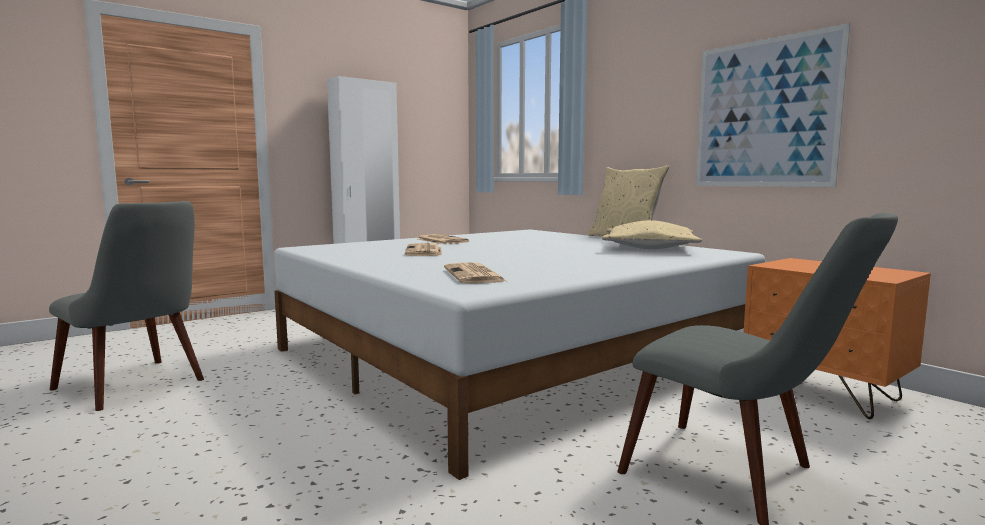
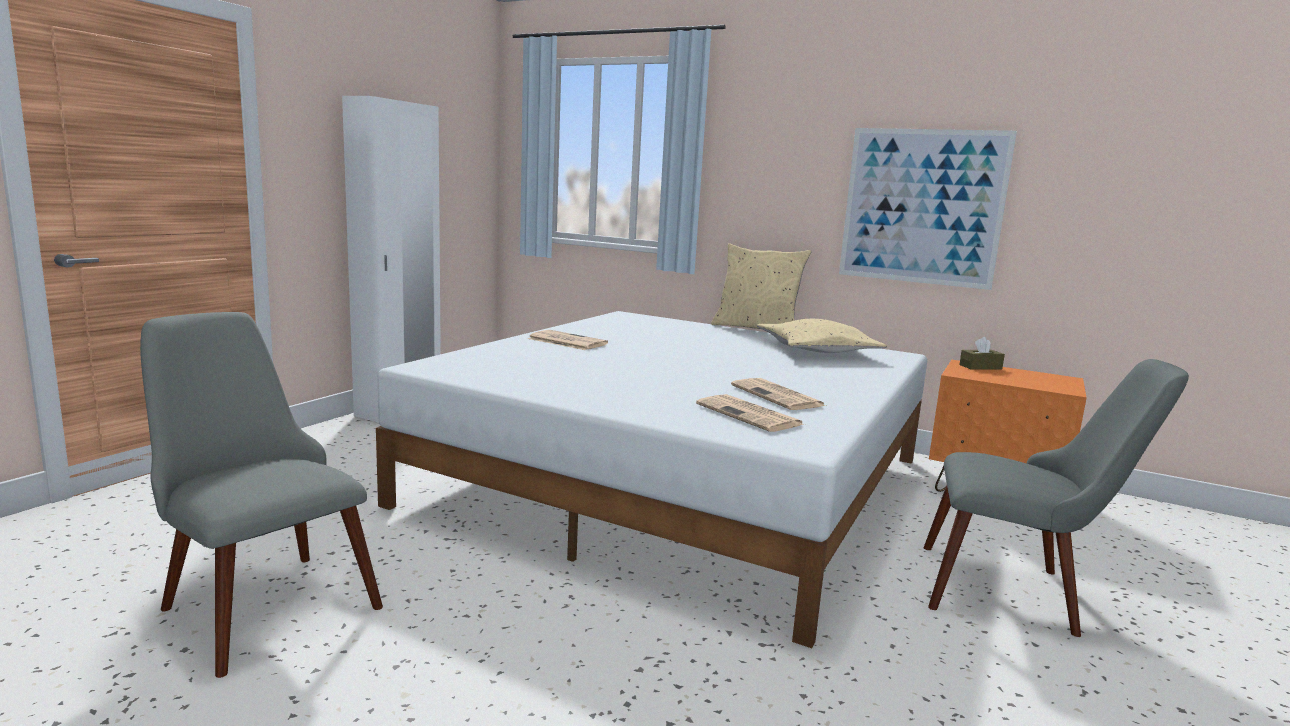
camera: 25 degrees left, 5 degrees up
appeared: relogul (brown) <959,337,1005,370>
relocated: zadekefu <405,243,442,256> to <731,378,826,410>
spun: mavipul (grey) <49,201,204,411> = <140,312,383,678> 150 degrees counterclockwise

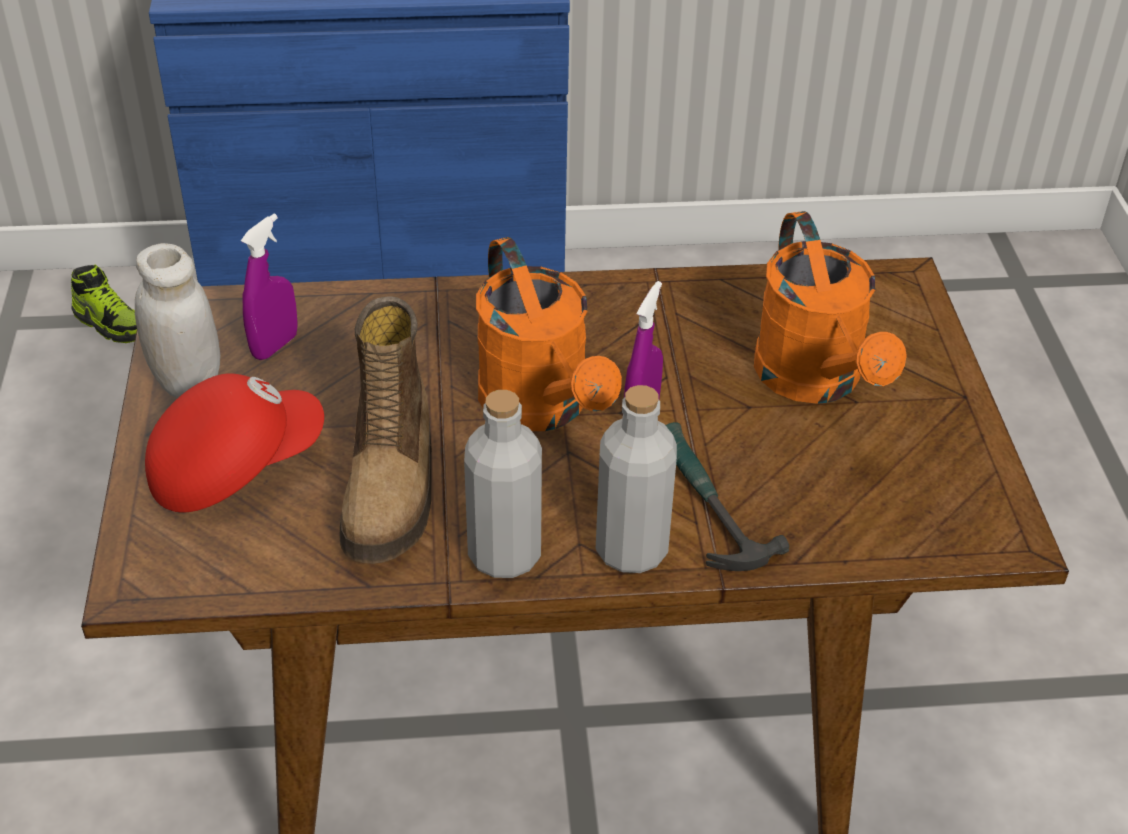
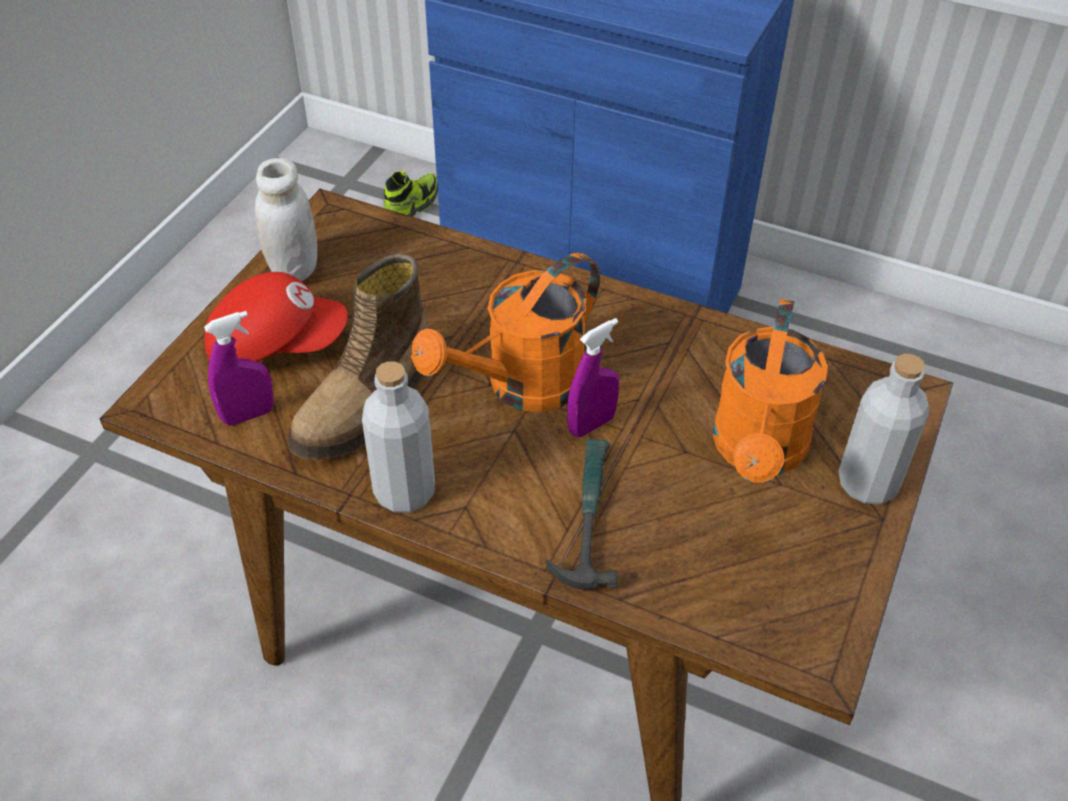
camera: 30 degrees right, 5 degrees up
relocated: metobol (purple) <241,214,298,360> to <204,311,274,426>; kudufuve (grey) <596,385,677,573> to <839,354,929,504>
spun: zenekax <71,264,137,343> = <383,171,438,217> 120 degrees counterclockwise; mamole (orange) <476,237,622,431> = <411,253,600,412> 45 degrees clockwise

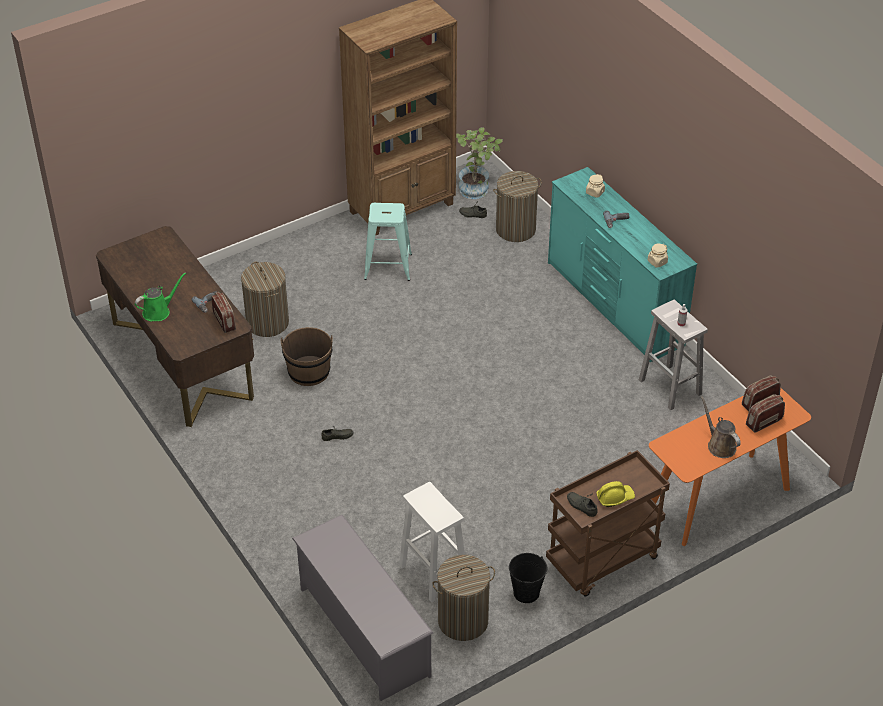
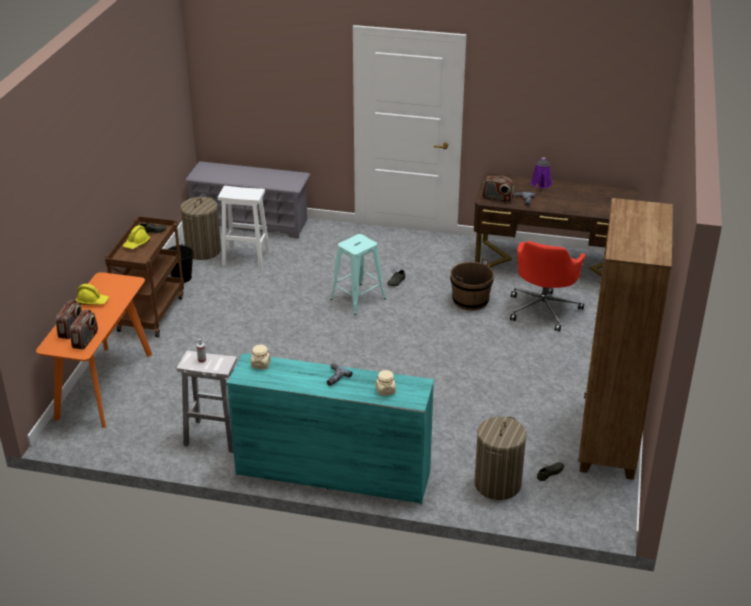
camera: 135 degrees right, 10 degrees down
missing: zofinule <456,127,503,199>
relocated: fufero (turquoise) <364,203,412,281> to <330,234,386,315>
exchanged: mamole (brown) <701,396,741,458> to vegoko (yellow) <76,284,109,305>; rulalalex <241,262,289,337> to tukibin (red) <510,241,586,331>
colour: mamole (green) <135,272,186,322> to mamole (purple) <531,157,552,188>

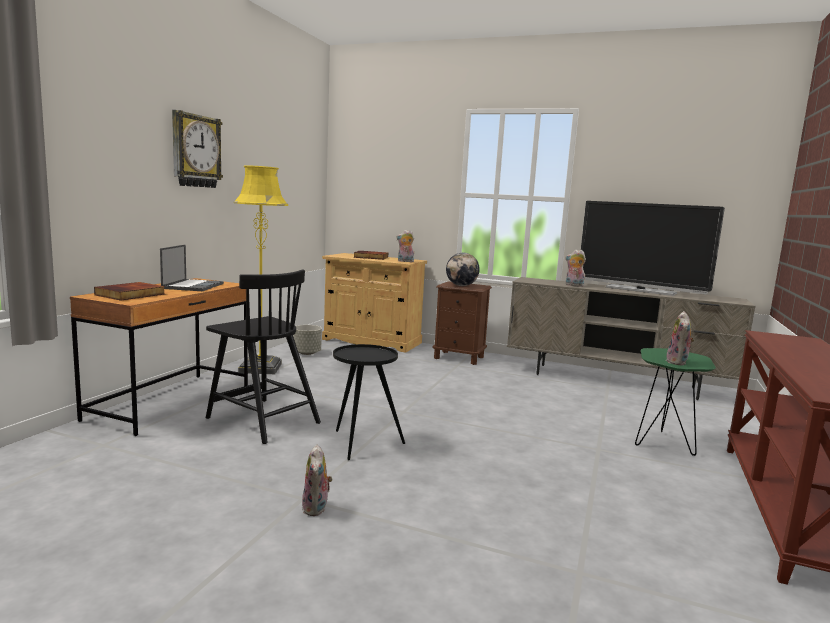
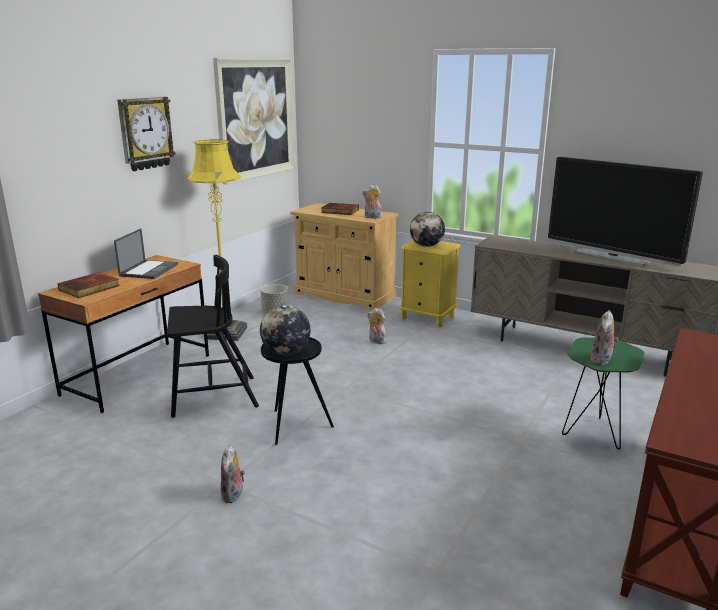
camera: 10 degrees right, 10 degrees up
appeared: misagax <213,58,295,185>; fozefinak <260,305,311,356>
relocated: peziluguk <565,250,586,287> to <367,308,387,344>
colour: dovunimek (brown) <433,281,492,365> to dovunimek (yellow) <399,240,461,327>
spun: mavipul (black) <206,270,321,444> = <167,255,259,418> 60 degrees counterclockwise

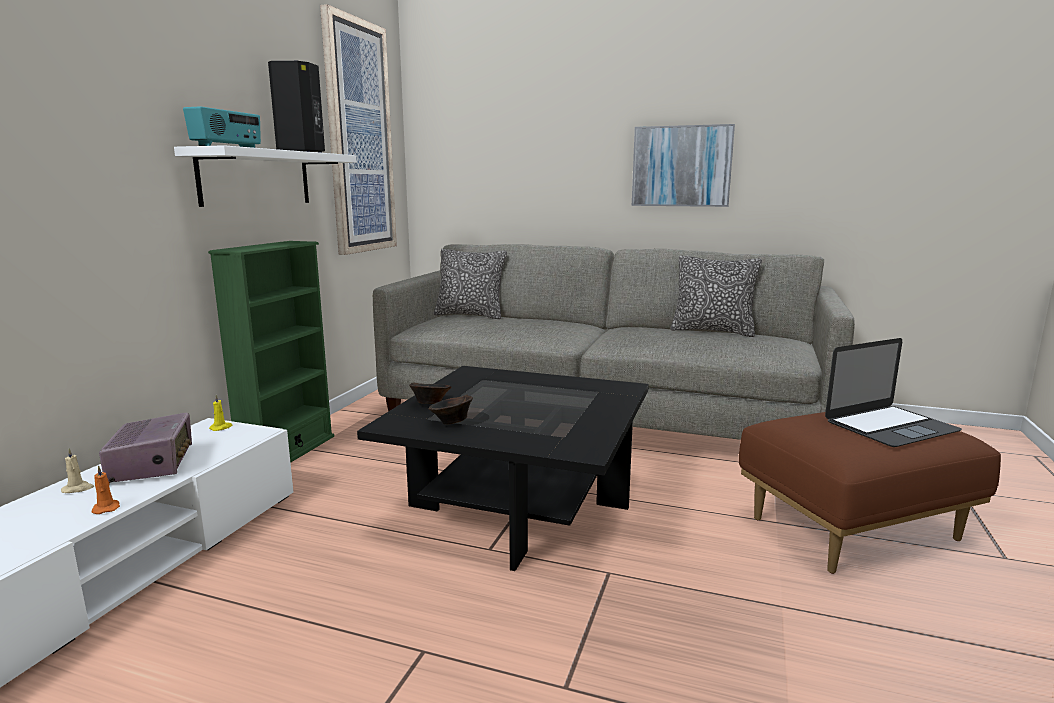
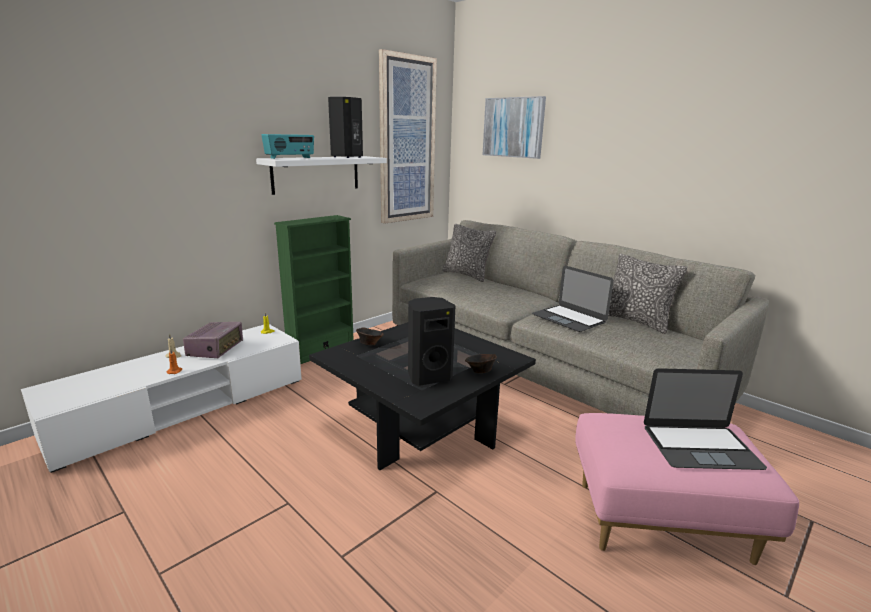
camera: 25 degrees right, 5 degrees up
appeared: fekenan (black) <408,297,455,386>; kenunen <532,265,614,332>
relocated: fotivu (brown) <429,395,473,425> to <465,354,497,373>; misagax <632,124,735,207> to <483,96,546,159>
colour: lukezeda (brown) <739,412,1001,574> to lukezeda (pink) <575,413,799,565>

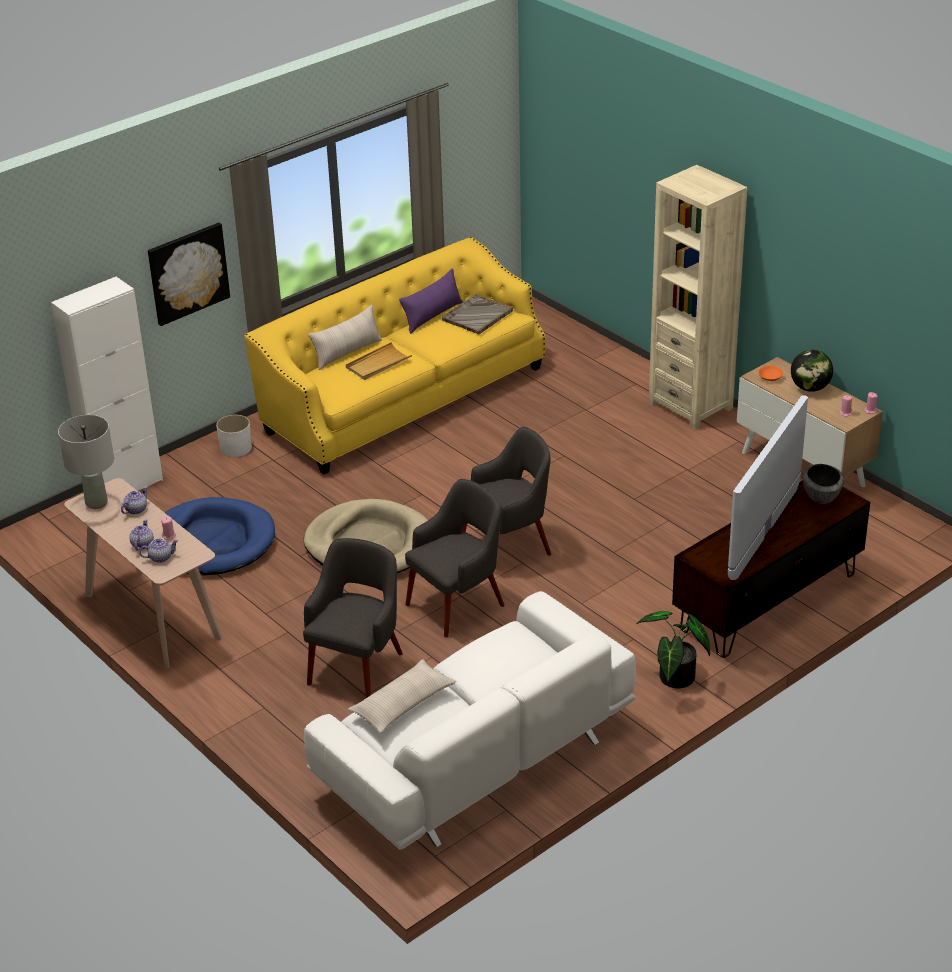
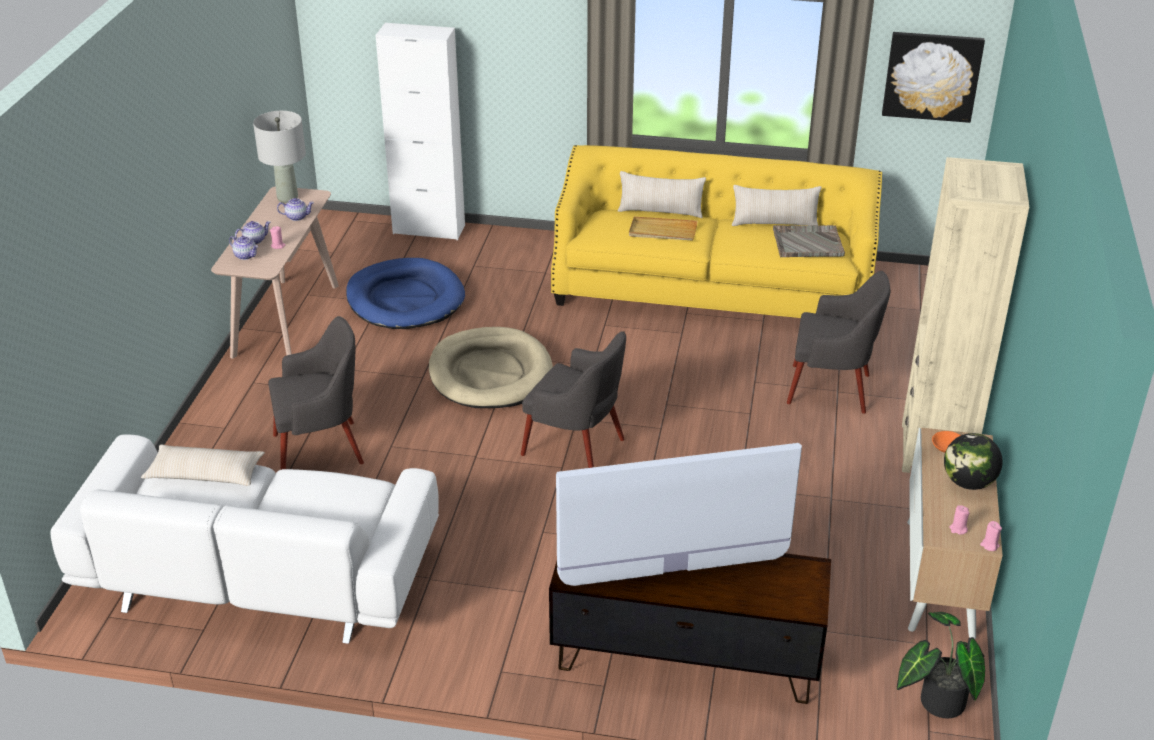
camera: 50 degrees right, 0 degrees up
missing: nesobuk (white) <216,415,252,457>; fotivu <803,464,844,504>
relocated: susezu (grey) <405,479,505,638> to <787,271,891,414>; misagax <148,223,230,326> to <882,32,985,123>; zofinule <636,611,710,688> to <897,612,985,718>
colour: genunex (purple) <399,268,463,334> to genunex (beige) <732,185,822,226>

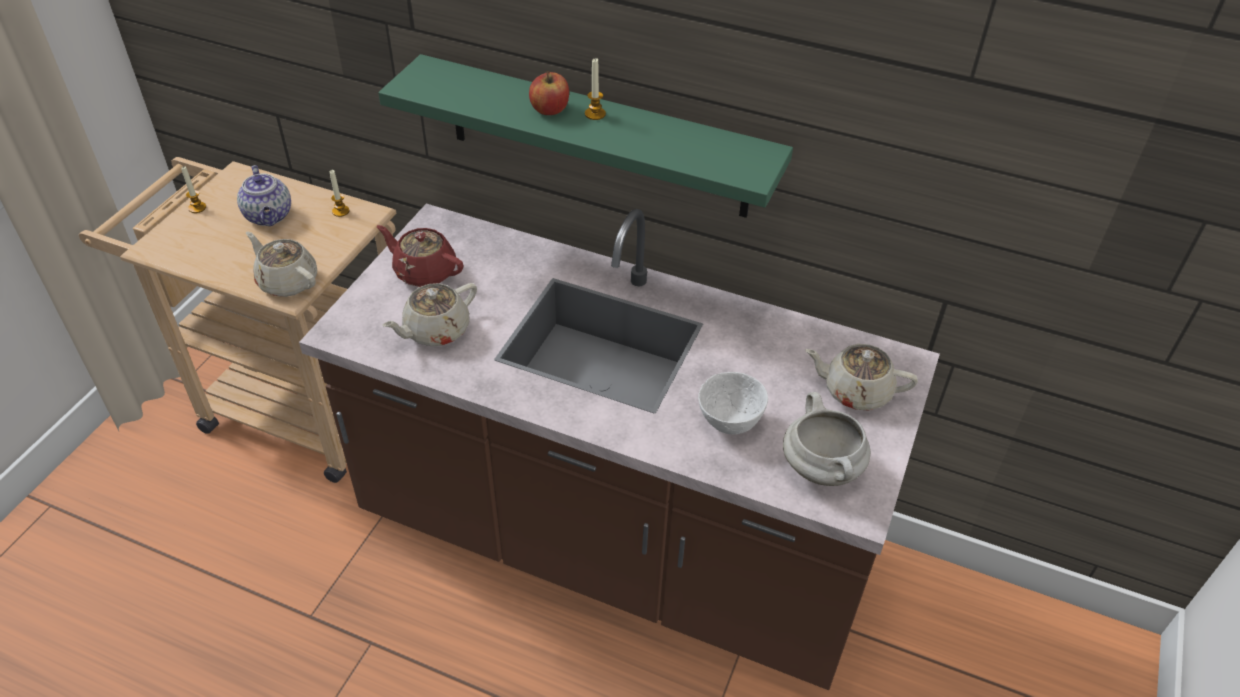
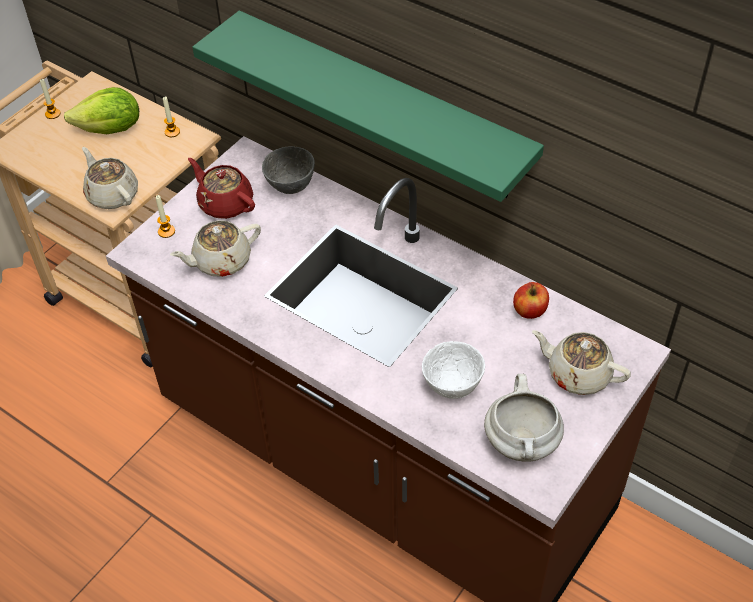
camera: 15 degrees right, 5 degrees up
appeared: fotivu (grey) <262,146,315,194>
relocated: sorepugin <585,58,606,120> to <156,195,175,238>; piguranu <529,71,569,115> to <513,282,549,319>
exchanged: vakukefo <237,165,291,226> to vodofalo <64,87,139,134>

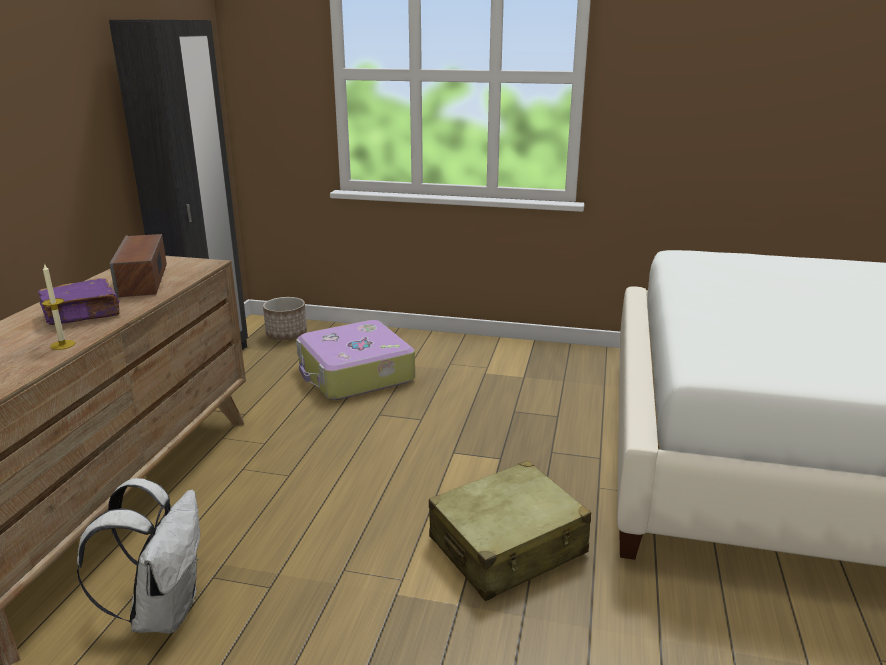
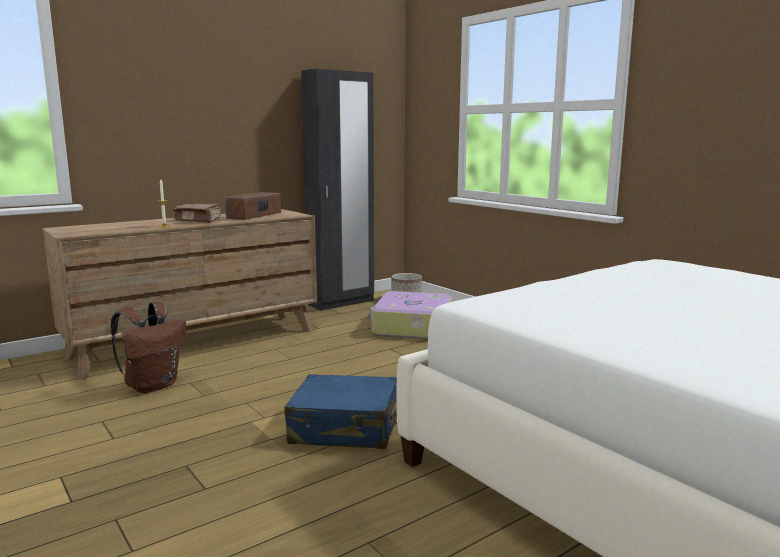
camera: 40 degrees right, 10 degrees down
colour: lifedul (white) <77,478,200,633> to lifedul (brown) <111,301,186,393>; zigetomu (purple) <38,278,120,325> to zigetomu (brown) <173,204,220,223>; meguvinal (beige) <429,460,591,601> to meguvinal (blue) <284,374,397,449>

